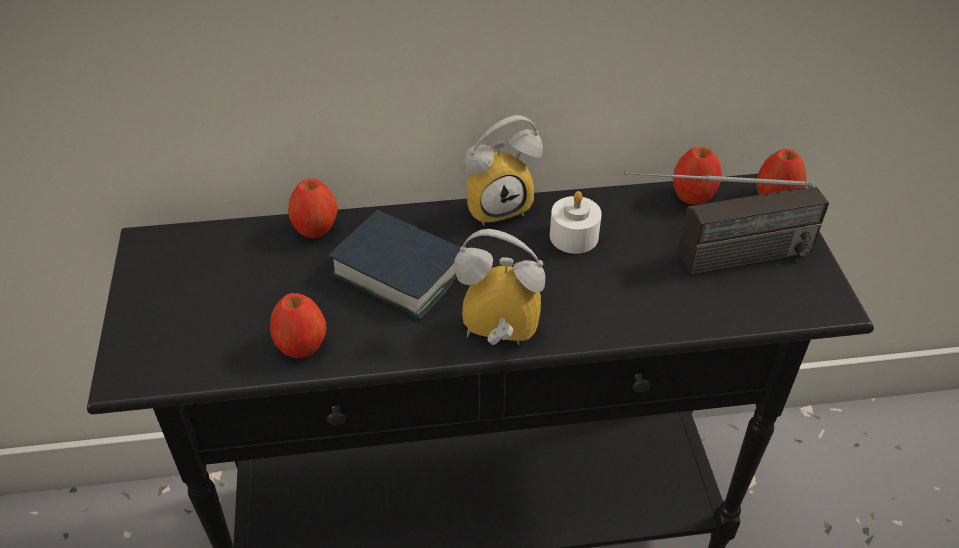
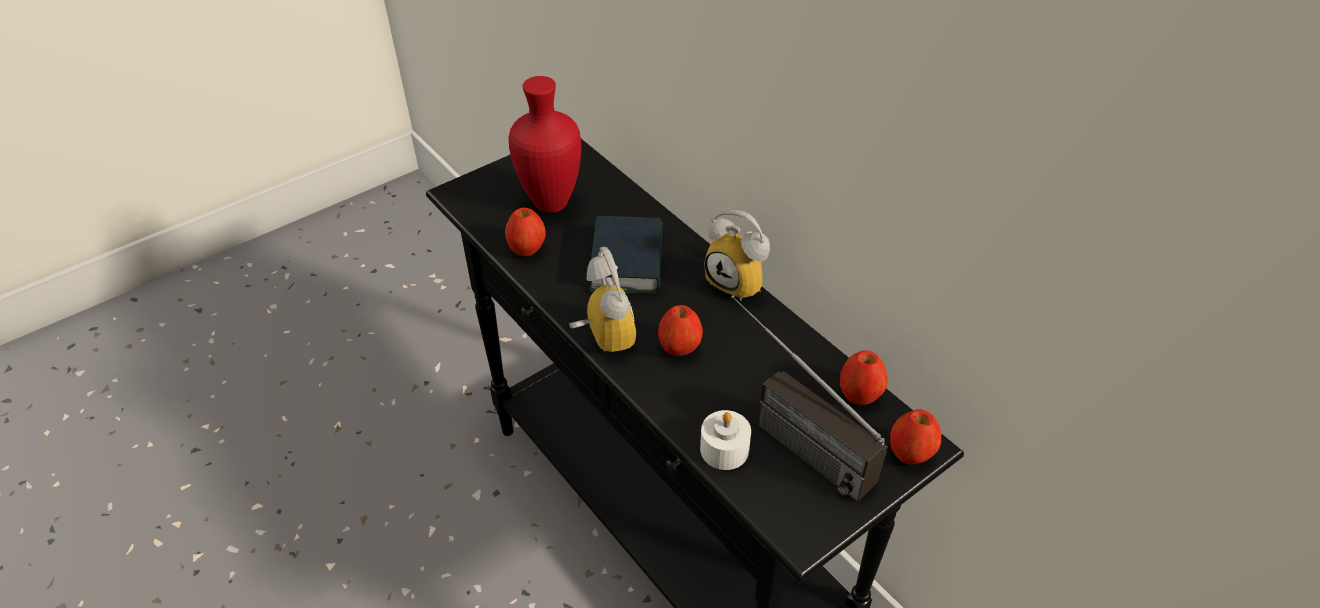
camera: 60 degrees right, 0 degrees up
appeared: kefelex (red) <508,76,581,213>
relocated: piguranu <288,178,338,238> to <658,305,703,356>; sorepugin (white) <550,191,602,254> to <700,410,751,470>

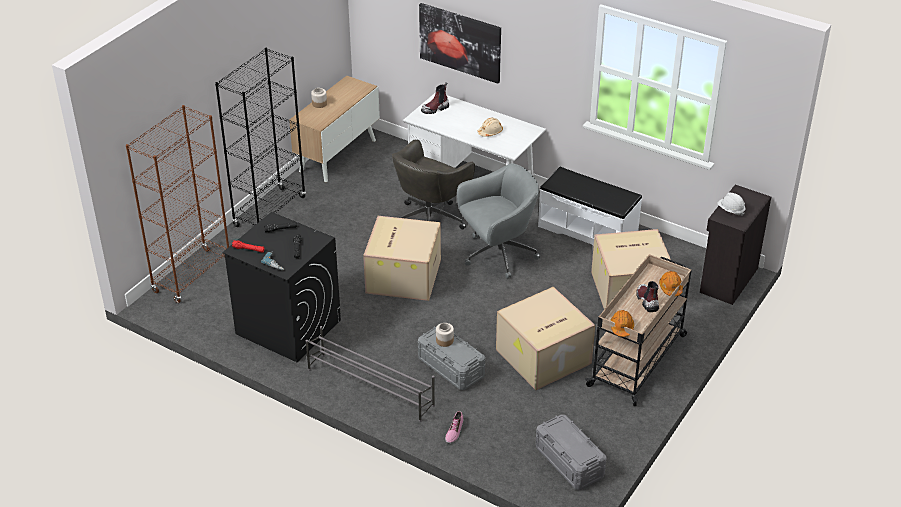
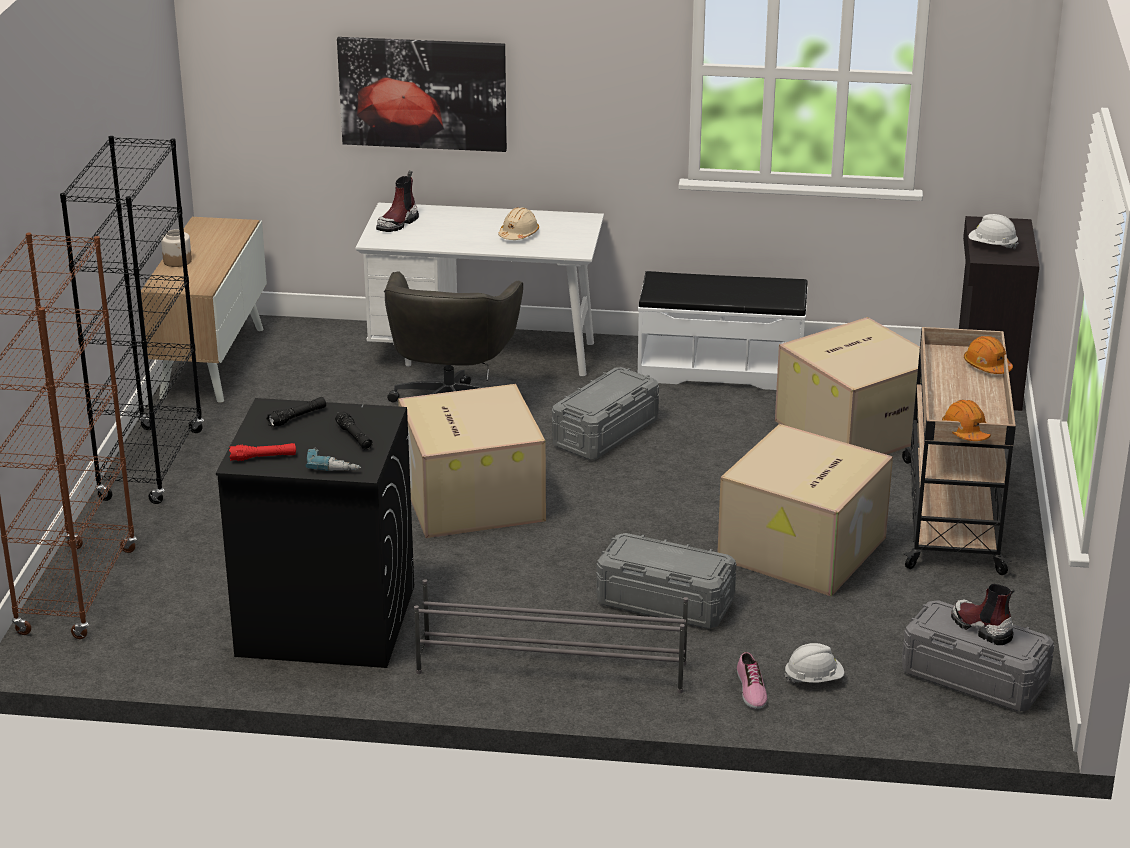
camera: 25 degrees left, 10 degrees down
missing: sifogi <436,323,454,347>
appeared: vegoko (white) <784,643,844,683>
relocated: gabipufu <637,281,659,312> to <951,584,1015,645>
exchanged: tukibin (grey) <457,163,540,279> to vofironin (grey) <552,367,659,460>

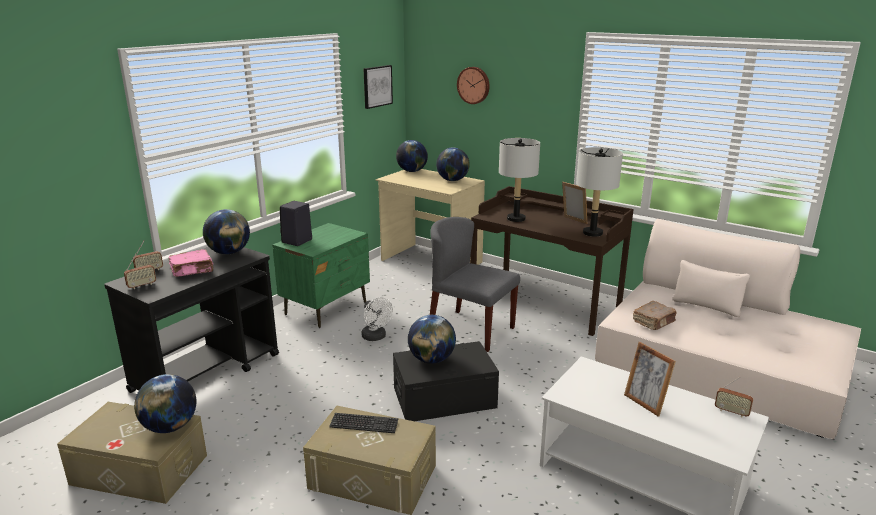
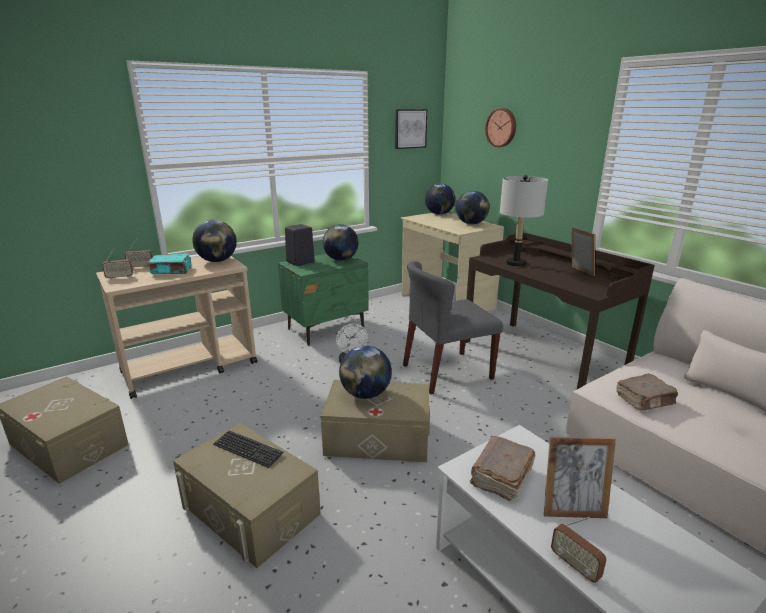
camera: 20 degrees right, 0 degrees up
missing: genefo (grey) <576,147,623,237>
appeared: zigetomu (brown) <470,436,535,501>
relocated: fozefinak <134,374,196,433> to <323,224,359,261>; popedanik <715,377,753,418> to <551,517,607,583>
colour: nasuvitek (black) <104,247,279,393> to nasuvitek (beige) <96,256,257,399>; zigetomu (pink) <168,249,213,277> to zigetomu (turquoise) <148,253,191,274>; vofironin (black) <393,341,499,421> to vofironin (beige) <321,380,430,462>
spun: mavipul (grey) <430,217,520,352> = <403,261,503,395> 75 degrees counterclockwise; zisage <624,342,676,417> = <544,437,616,518> 75 degrees counterclockwise

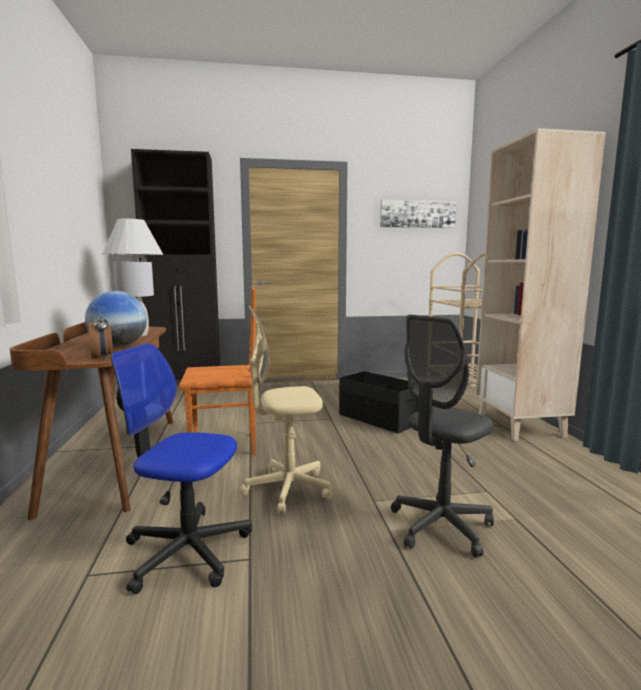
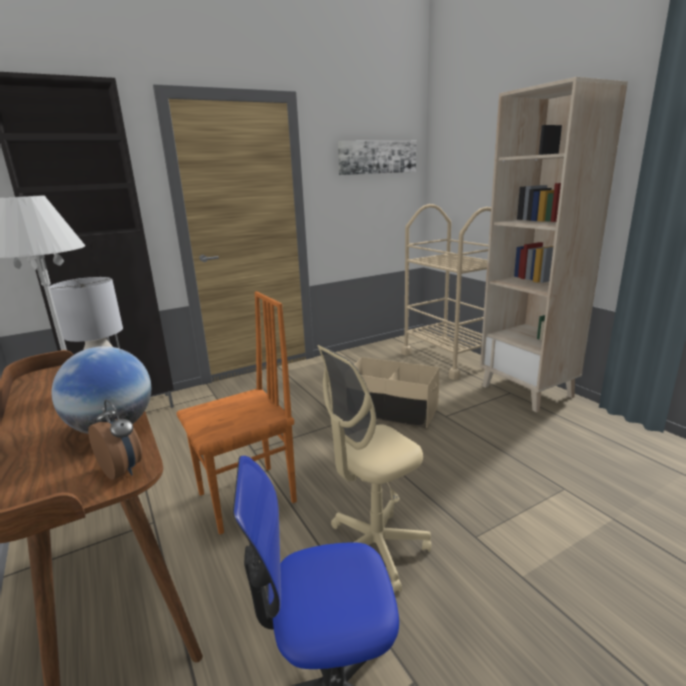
camera: 20 degrees left, 10 degrees up
missing: tukibin (grey) <391,315,494,558>
colour: vofironin (black) <339,371,419,434> to vofironin (beige) <354,357,440,428>

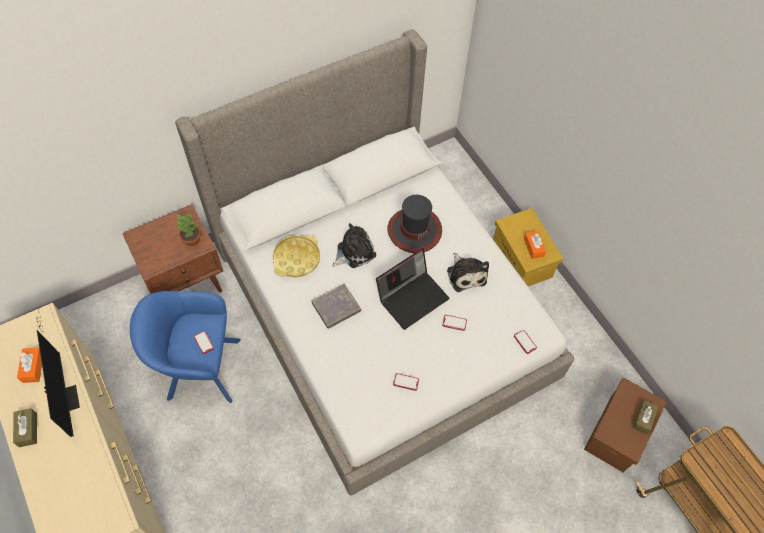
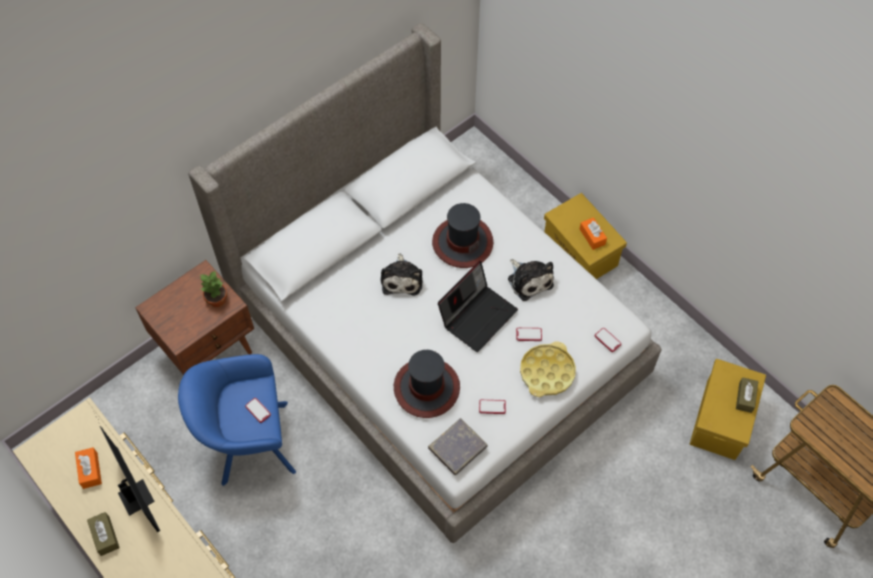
camera: 10 degrees left, 0 degrees up
appeared: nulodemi <394,350,460,418>
relocated: zigetomu (grey) <311,284,361,329> to <428,418,487,475>; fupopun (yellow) <272,235,320,278> to <520,341,576,397>
colour: vofironin (brown) <584,377,667,472> to vofironin (yellow) <690,359,766,460>
spun: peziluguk <332,223,376,268> = <381,253,423,296> 135 degrees clockwise

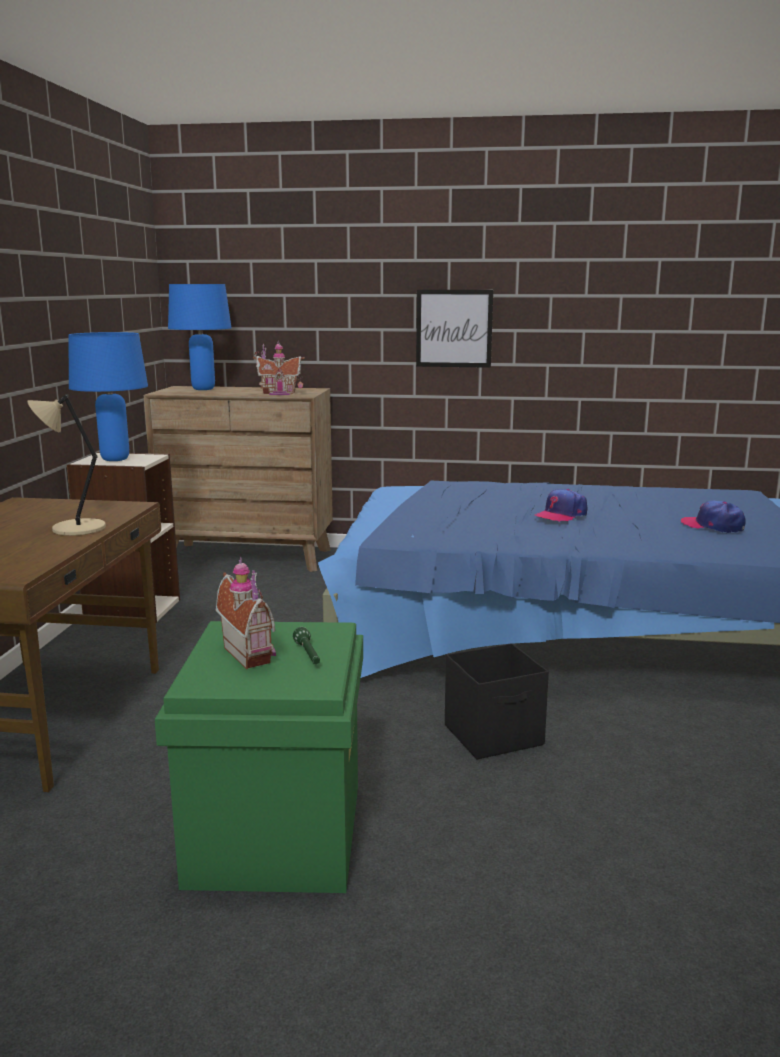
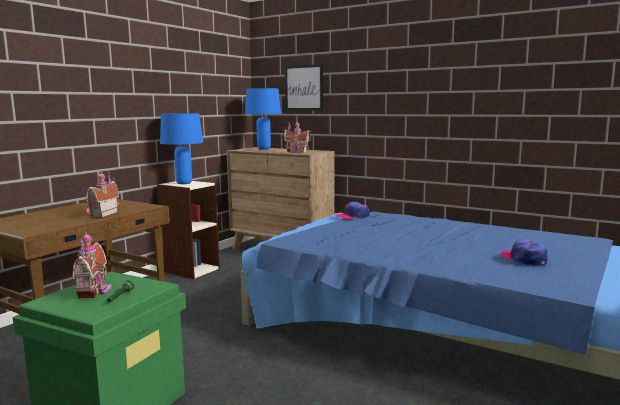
camera: 25 degrees right, 5 degrees down
missing: vofironin (black) <445,643,549,759>
relocated: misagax <416,290,493,368> to <285,64,323,111>; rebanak <535,489,587,522> to <335,202,369,219>
exchanged: genefo (beige) <27,394,106,536> to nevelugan <86,171,119,218>

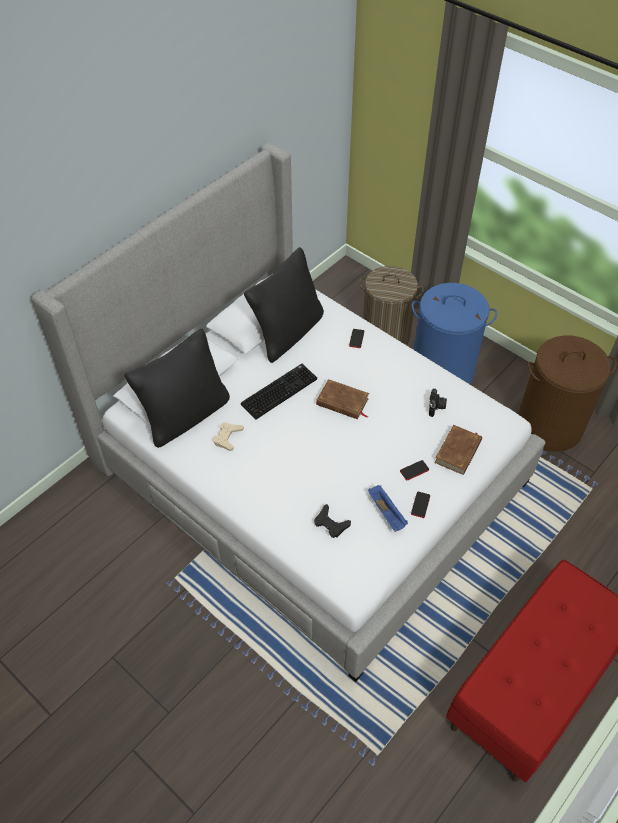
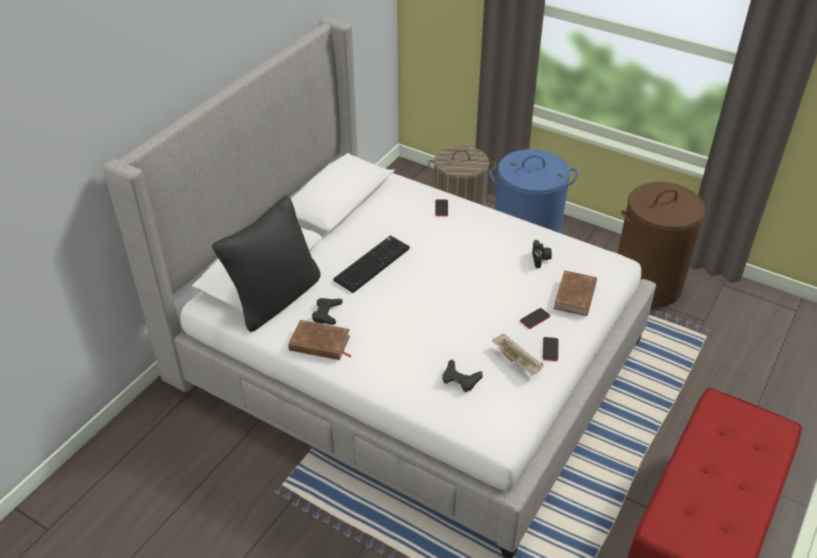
camera: 10 degrees left, 10 degrees down
missing: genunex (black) <244,247,324,363>
relocated: zigetomu (brown) <316,379,369,419> to <288,320,352,360>
colour: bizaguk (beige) <213,422,244,451> to bizaguk (black) <312,298,343,325>; fupopun (blue) <368,485,408,532> to fupopun (beige) <492,334,543,375>

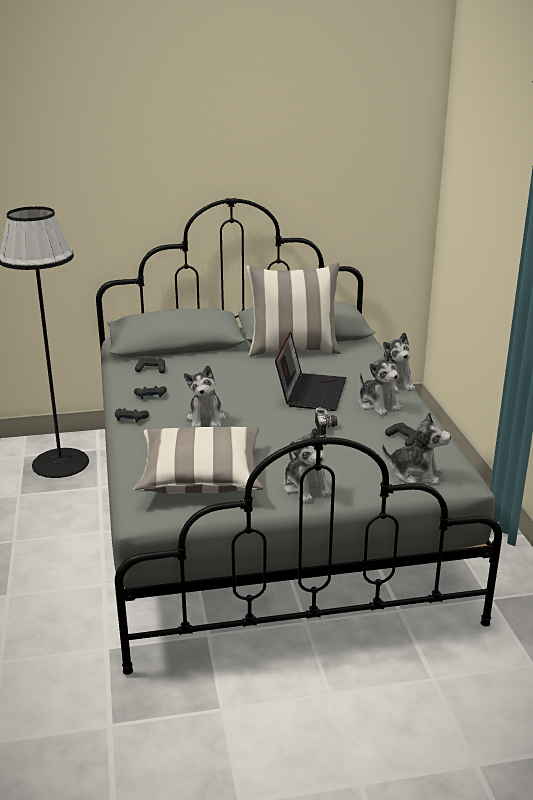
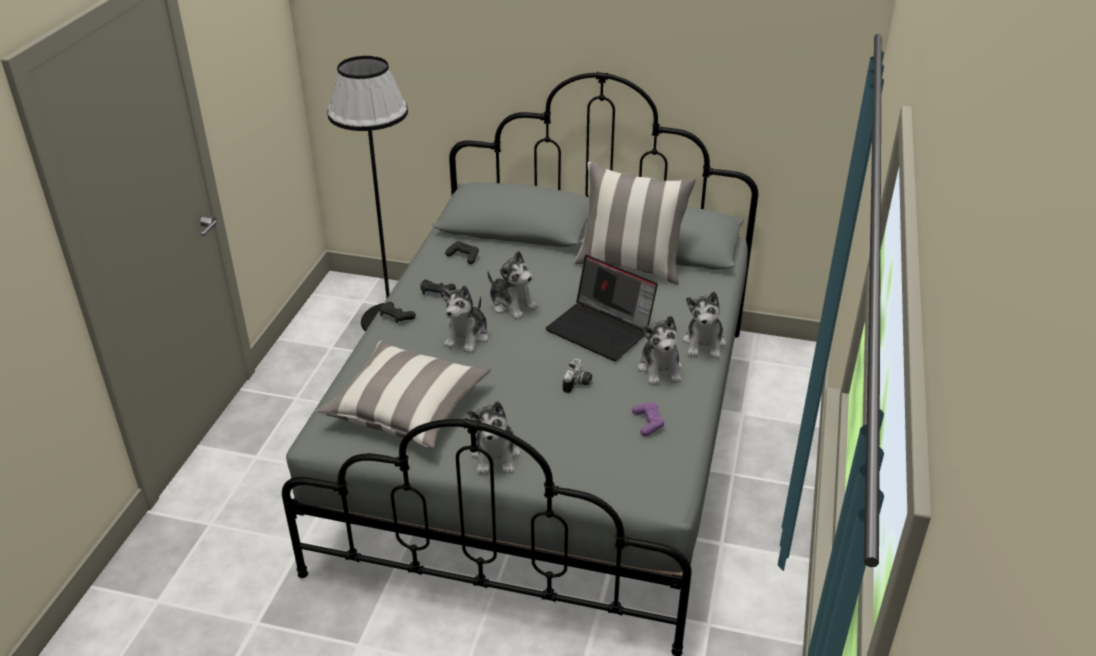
camera: 25 degrees right, 10 degrees up
relocated: peziluguk <382,412,451,485> to <487,251,538,320>
colour: bizaguk (black) <385,423,416,447> to bizaguk (purple) <632,403,664,436>
spun: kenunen <275,332,346,411> = <545,255,658,361> 90 degrees clockwise

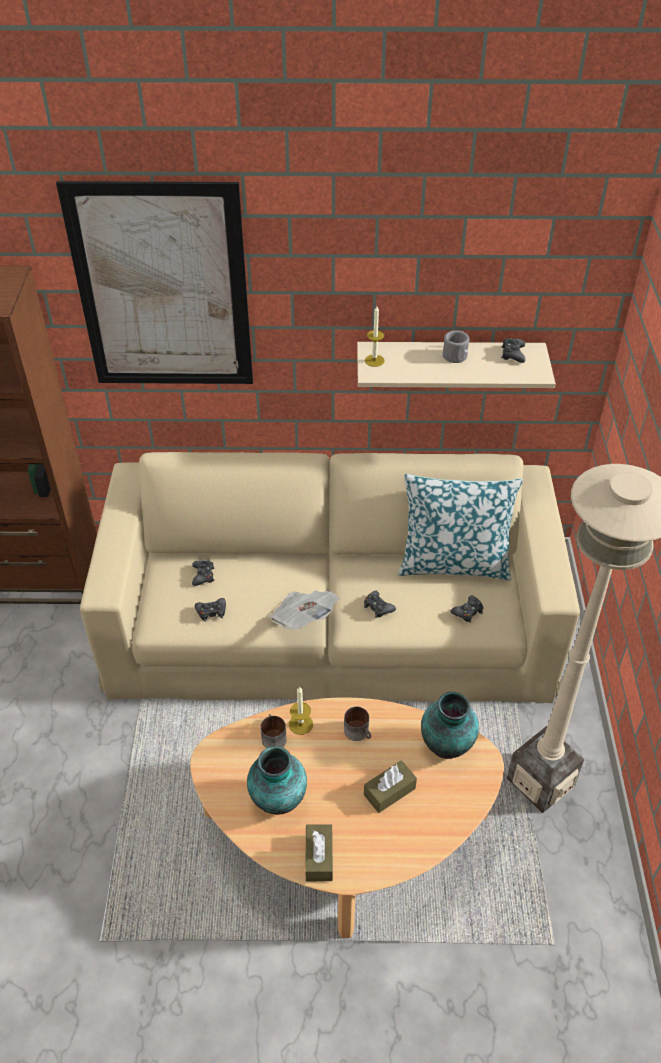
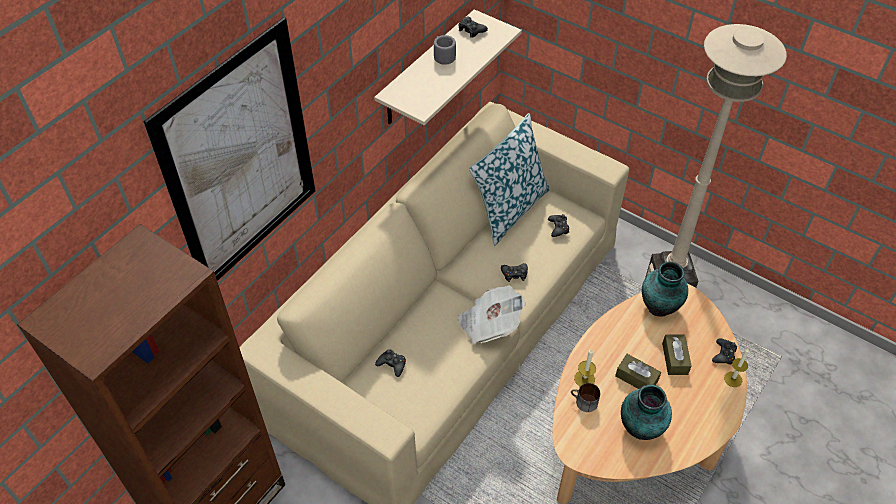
camera: 55 degrees left, 5 degrees up
missing: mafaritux <344,707,371,741>
relocated: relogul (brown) <305,824,333,881> to <615,354,661,389>; bizaguk (black) <195,598,226,622> to <712,339,737,365>; sorepugin <365,306,385,367> to <724,348,749,387>

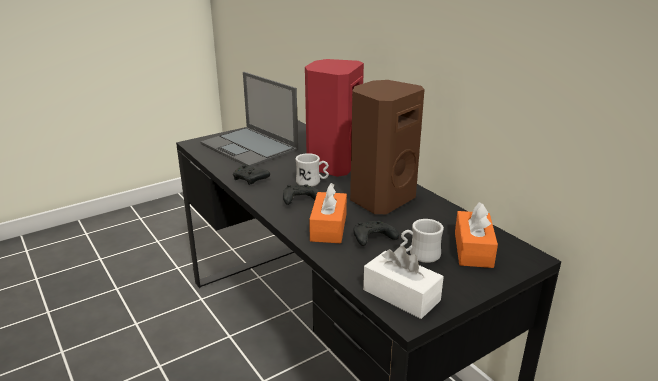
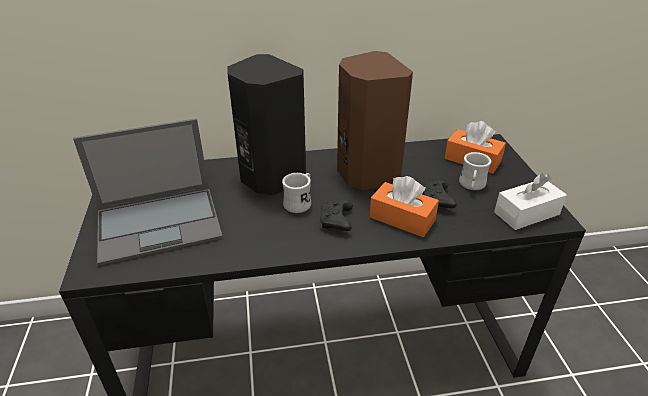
camera: 65 degrees left, 10 degrees up
missing: bizaguk (black) <233,164,270,185>
colour: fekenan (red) <305,59,364,177> to fekenan (black) <227,54,306,196>

